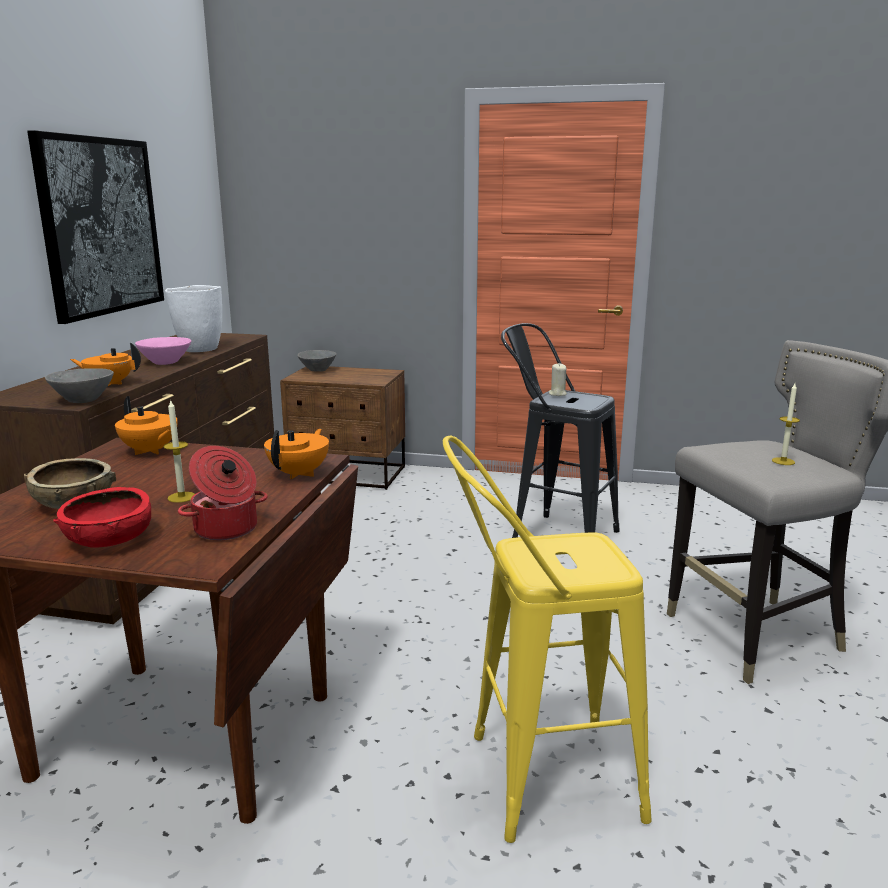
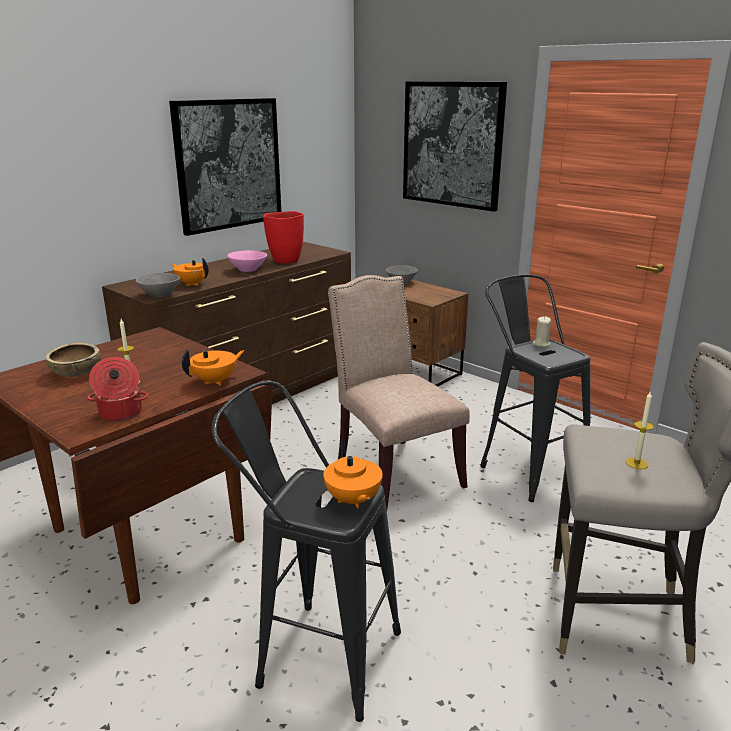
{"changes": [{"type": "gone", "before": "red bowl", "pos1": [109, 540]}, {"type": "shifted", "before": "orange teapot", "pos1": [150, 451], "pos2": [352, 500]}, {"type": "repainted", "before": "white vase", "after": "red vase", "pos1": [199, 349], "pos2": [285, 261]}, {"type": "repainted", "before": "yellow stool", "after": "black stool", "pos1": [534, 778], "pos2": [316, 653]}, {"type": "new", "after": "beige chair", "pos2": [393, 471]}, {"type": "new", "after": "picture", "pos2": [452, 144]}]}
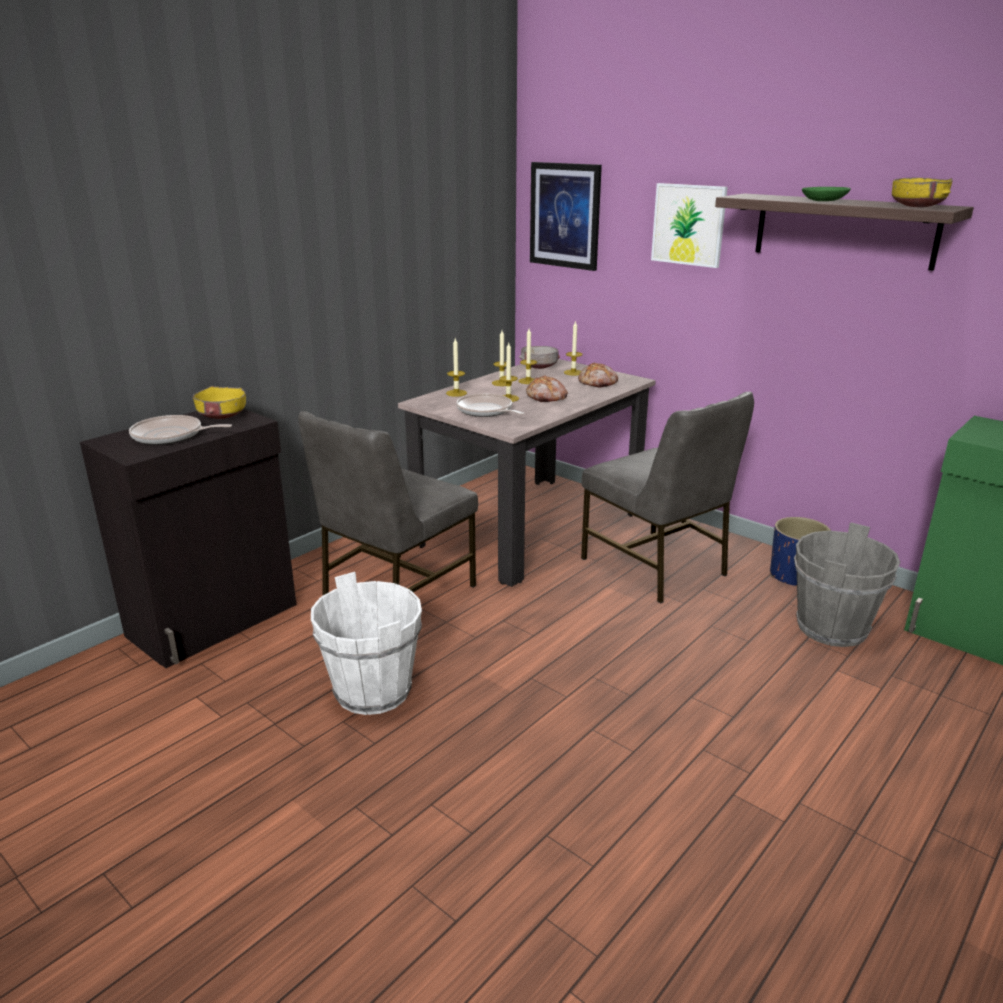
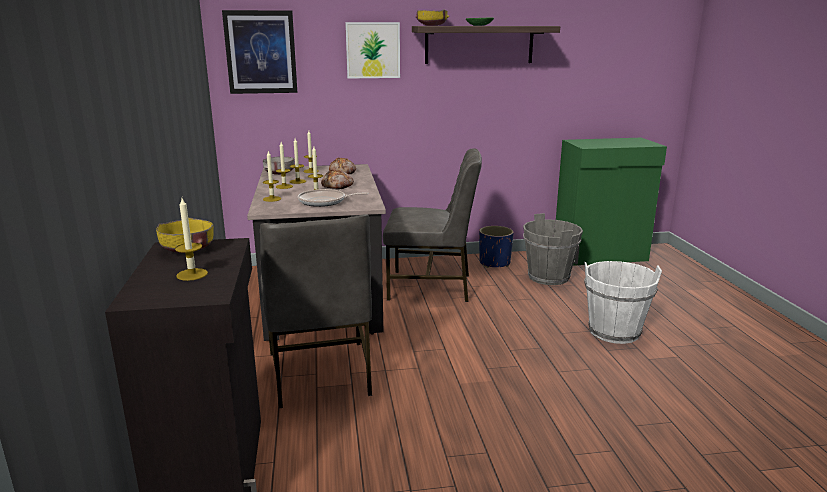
{"changes": [{"type": "swapped", "before": "frying pan", "after": "candle", "pos1": [171, 436], "pos2": [192, 274]}, {"type": "shifted", "before": "white bucket", "pos1": [372, 691], "pos2": [614, 332]}, {"type": "shifted", "before": "yellow bowl", "pos1": [917, 206], "pos2": [431, 25]}]}
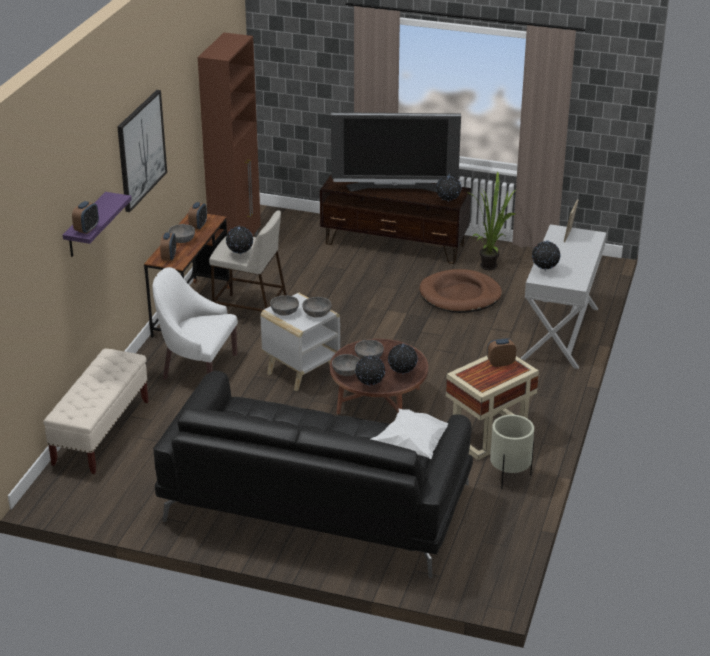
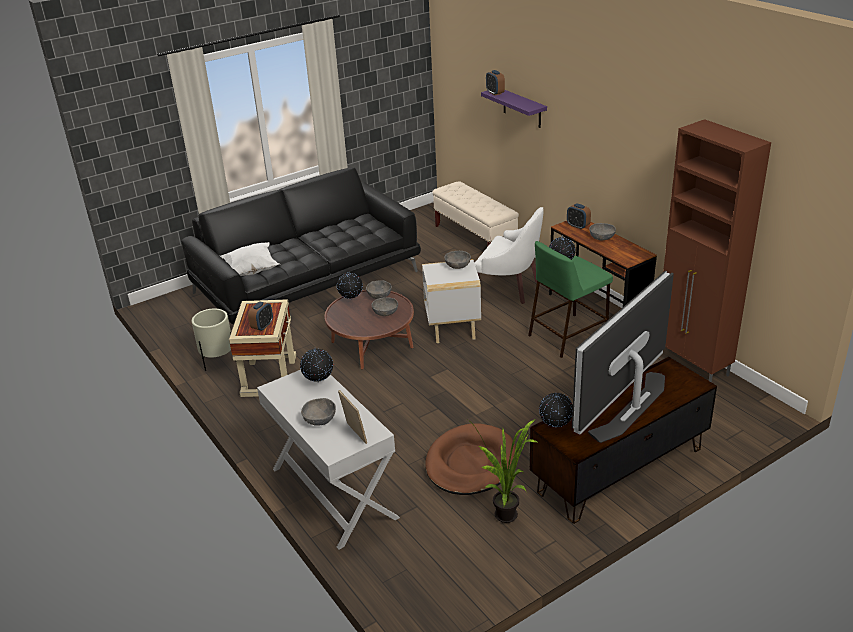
{"changes": [{"type": "gone", "before": "picture", "pos1": [141, 150]}, {"type": "rotated", "before": "white armchair", "pos1": [197, 368], "pos2": [509, 288], "turn": 60}, {"type": "gone", "before": "alarm clock", "pos1": [198, 226]}, {"type": "repainted", "before": "beige stool", "after": "green stool", "pos1": [249, 312], "pos2": [568, 335]}, {"type": "shifted", "before": "grey bowl", "pos1": [316, 314], "pos2": [320, 419]}, {"type": "gone", "before": "globe", "pos1": [402, 374]}]}
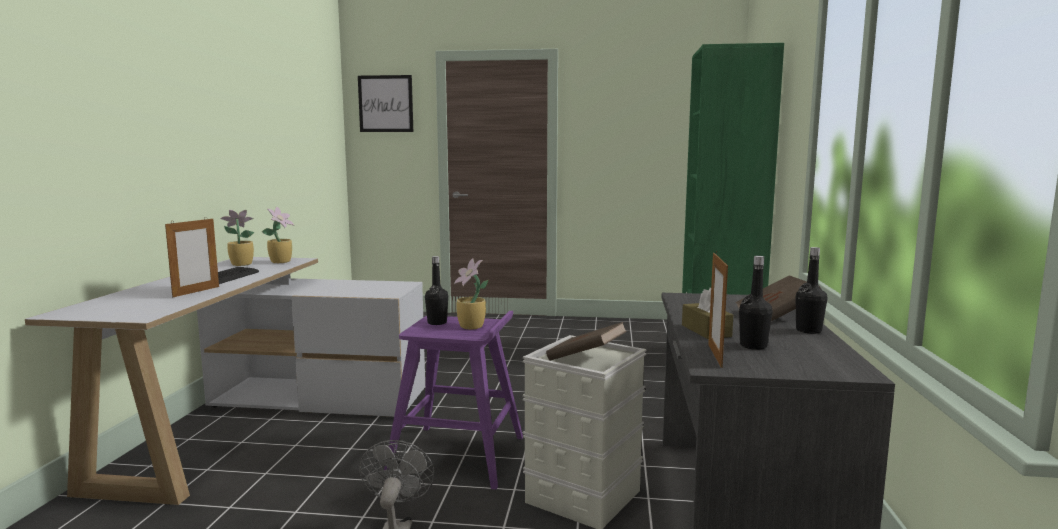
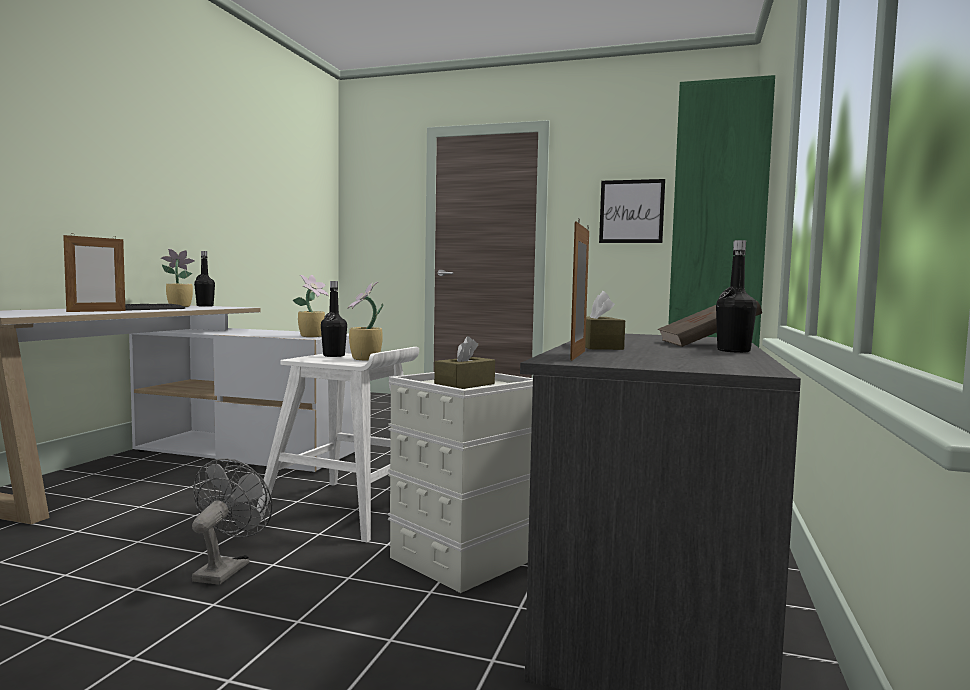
{"changes": [{"type": "shifted", "before": "potted plant", "pos1": [281, 261], "pos2": [312, 336]}, {"type": "shifted", "before": "picture", "pos1": [385, 103], "pos2": [631, 211]}, {"type": "repainted", "before": "purple stool", "after": "white stool", "pos1": [459, 456], "pos2": [349, 509]}, {"type": "swapped", "before": "brown book", "after": "brown tissue box", "pos1": [586, 359], "pos2": [465, 385]}, {"type": "shifted", "before": "black bottle", "pos1": [753, 346], "pos2": [205, 306]}]}
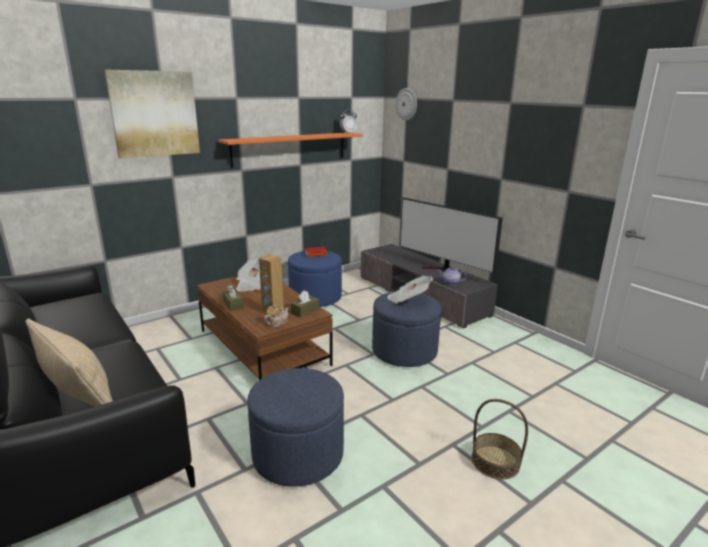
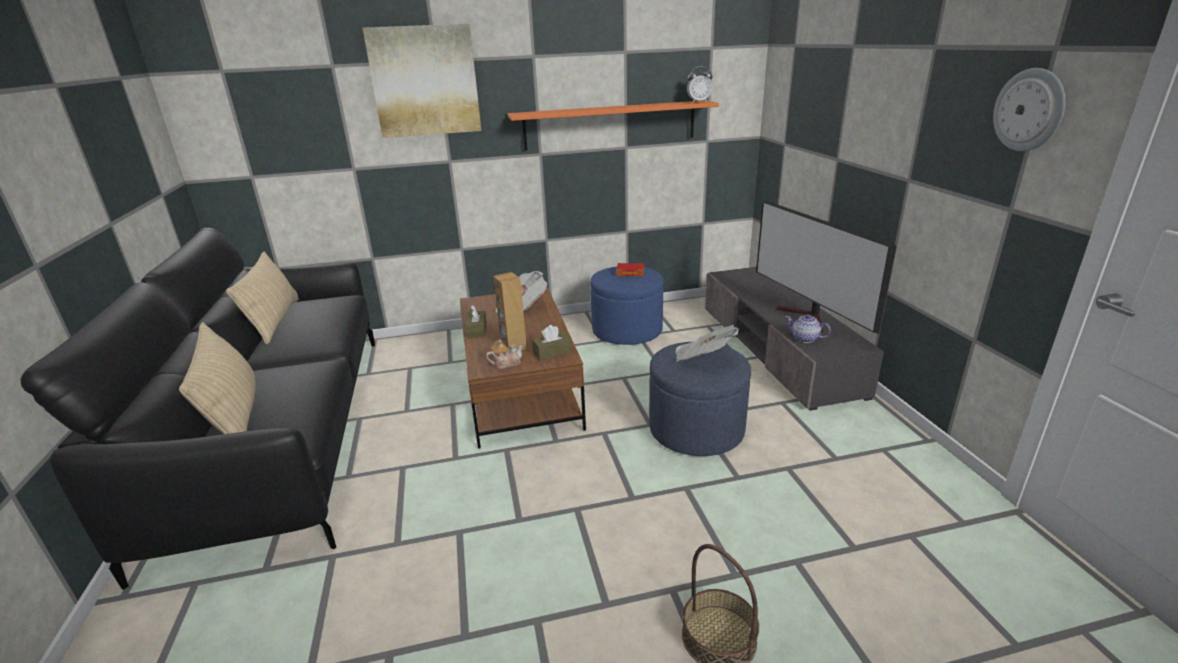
{"changes": [{"type": "gone", "before": "blue ottoman", "pos1": [298, 454]}, {"type": "shifted", "before": "wall clock", "pos1": [406, 104], "pos2": [1029, 110]}, {"type": "new", "after": "beige pillow", "pos2": [275, 321]}]}
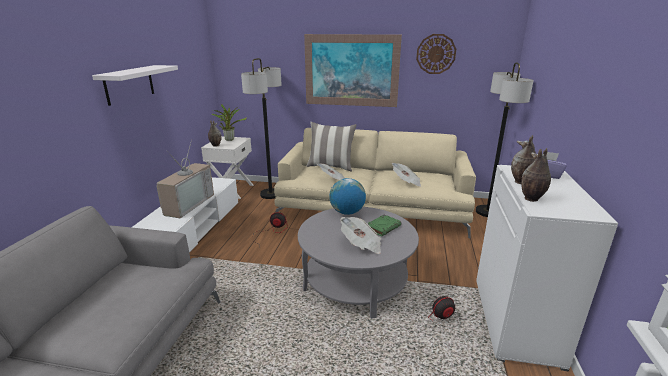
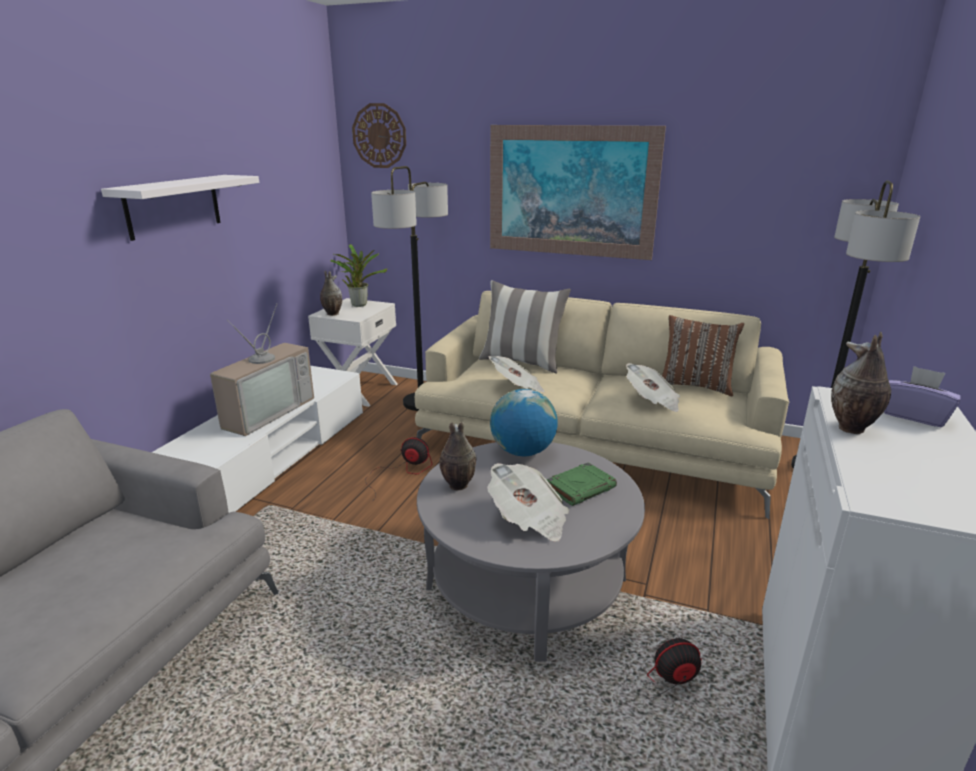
{"changes": [{"type": "shifted", "before": "wall clock", "pos1": [436, 54], "pos2": [379, 136]}, {"type": "shifted", "before": "vase", "pos1": [531, 199], "pos2": [457, 486]}, {"type": "new", "after": "brown pillow", "pos2": [695, 386]}]}
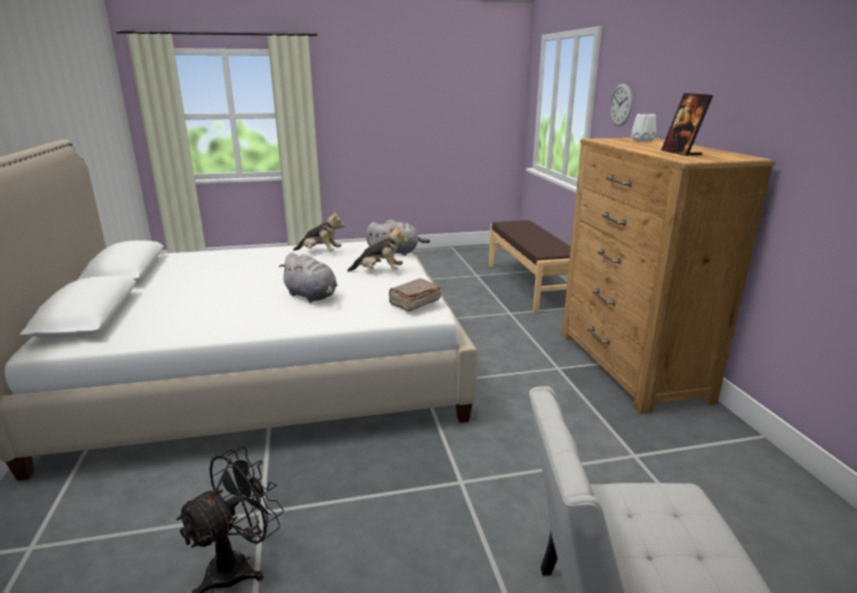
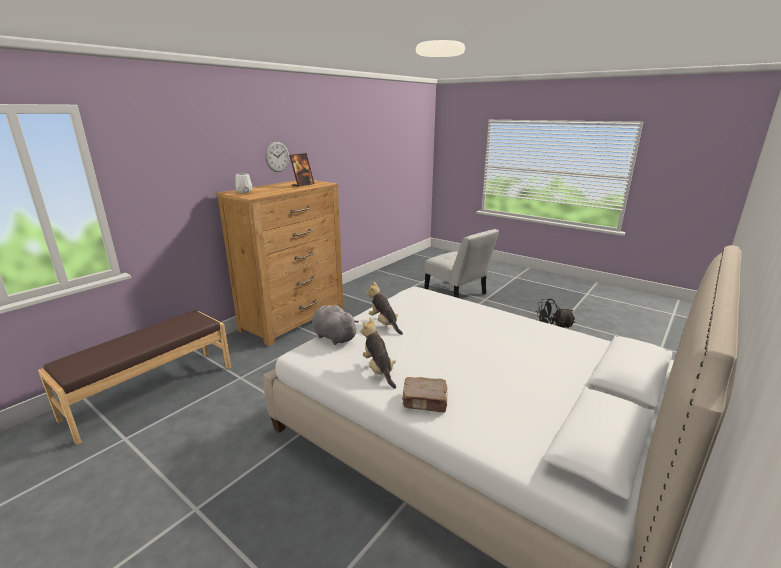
{"changes": [{"type": "gone", "before": "grey plush toy", "pos1": [312, 296]}, {"type": "shifted", "before": "brown book", "pos1": [414, 303], "pos2": [425, 402]}, {"type": "shifted", "before": "wall clock", "pos1": [621, 105], "pos2": [277, 157]}]}
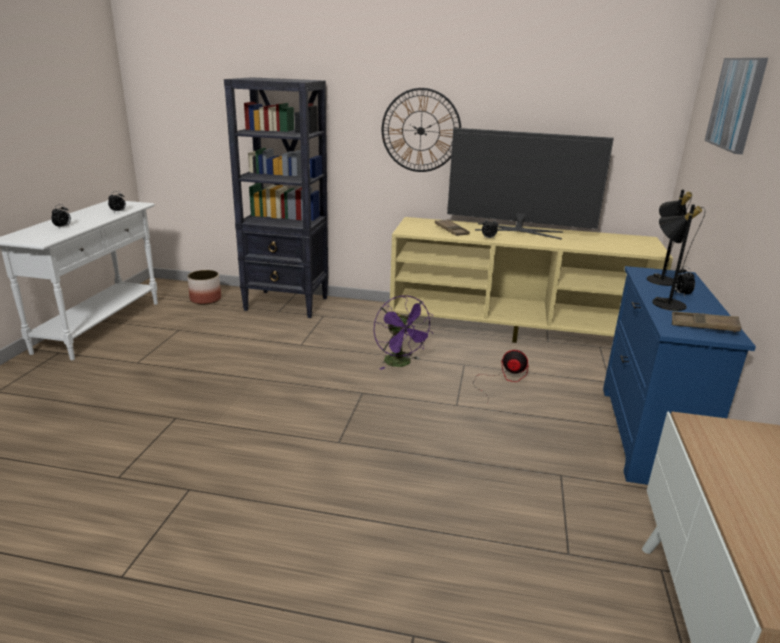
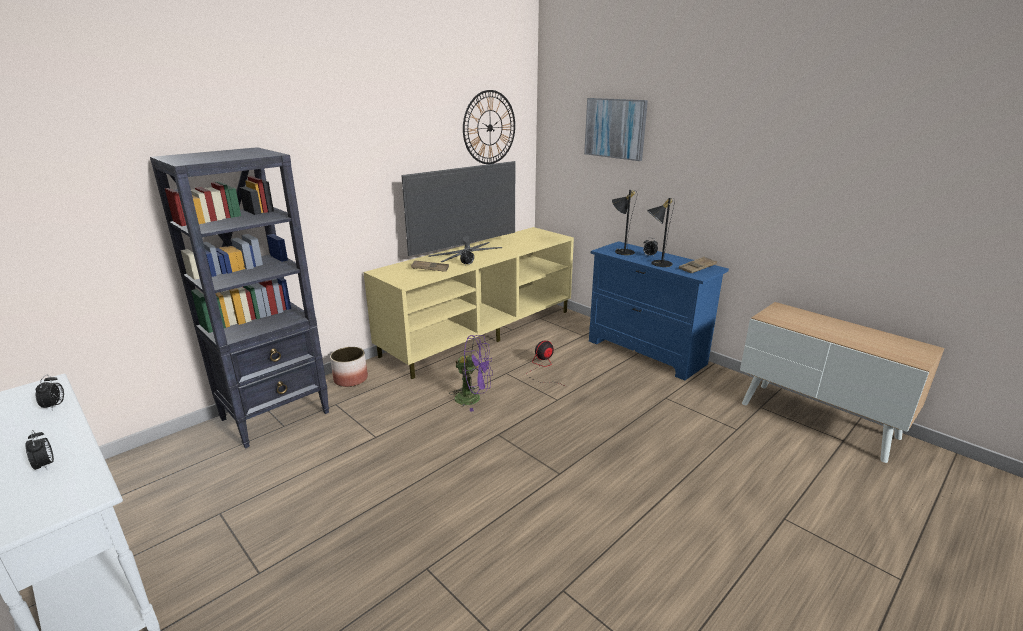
{"changes": [{"type": "shifted", "before": "planter", "pos1": [205, 299], "pos2": [350, 379]}, {"type": "shifted", "before": "wall clock", "pos1": [421, 130], "pos2": [489, 127]}]}
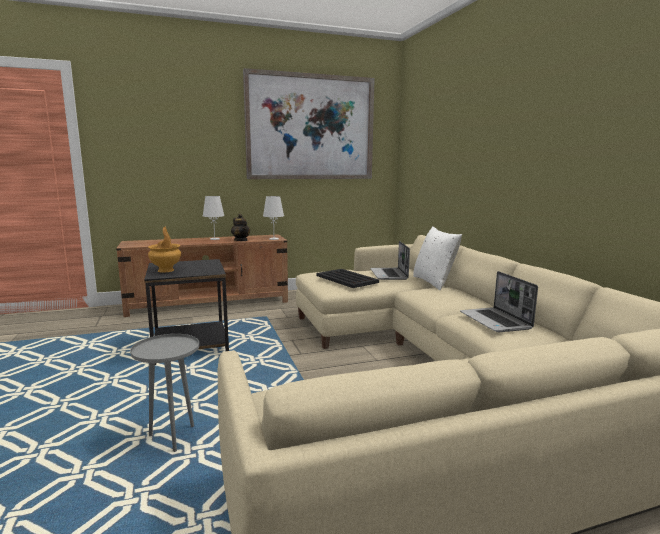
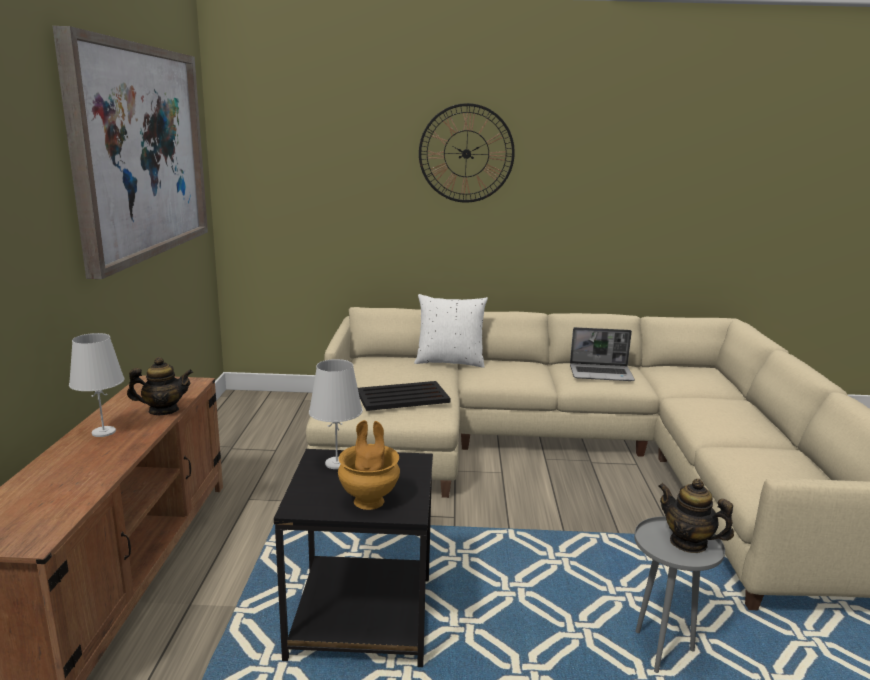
{"changes": [{"type": "shifted", "before": "white table lamp", "pos1": [274, 239], "pos2": [337, 463]}, {"type": "gone", "before": "laptop", "pos1": [389, 275]}, {"type": "new", "after": "wall clock", "pos2": [466, 153]}, {"type": "new", "after": "teapot", "pos2": [688, 543]}]}
